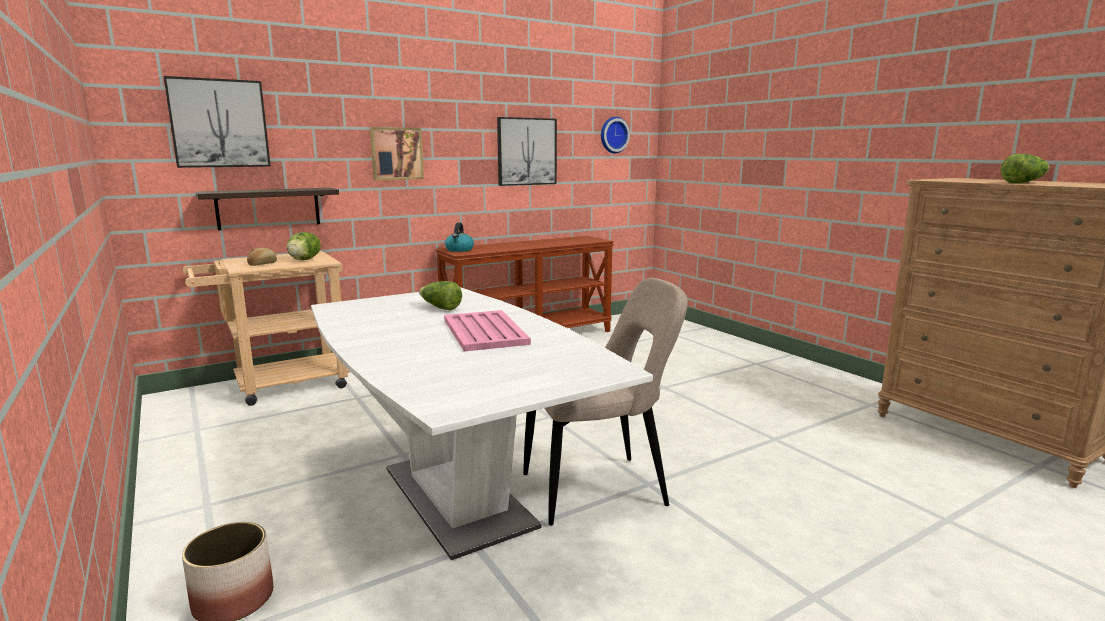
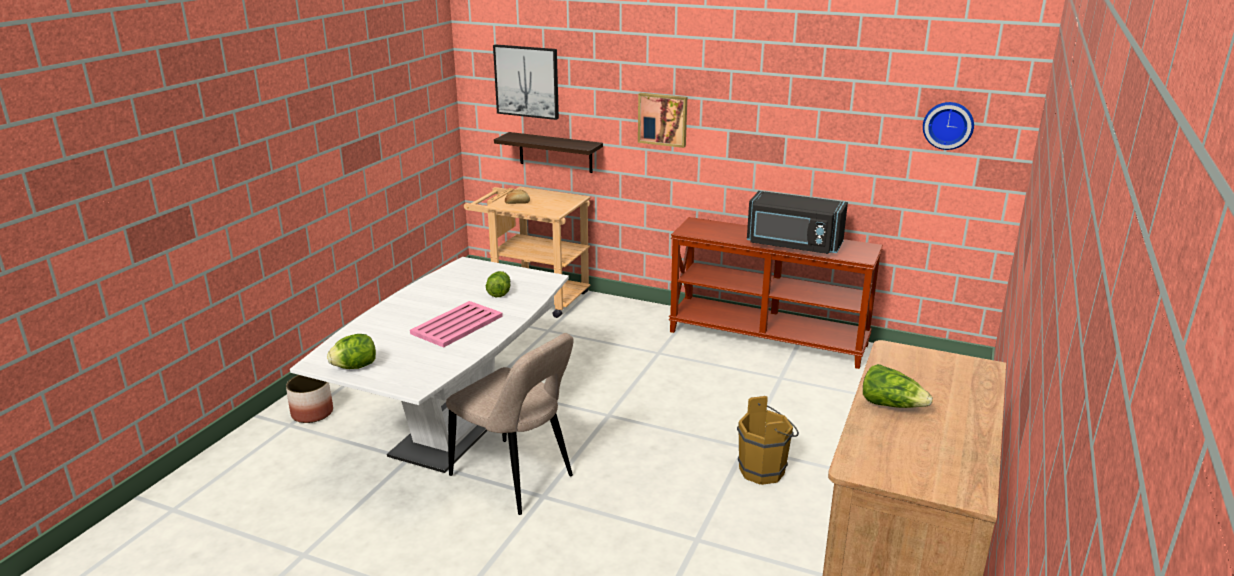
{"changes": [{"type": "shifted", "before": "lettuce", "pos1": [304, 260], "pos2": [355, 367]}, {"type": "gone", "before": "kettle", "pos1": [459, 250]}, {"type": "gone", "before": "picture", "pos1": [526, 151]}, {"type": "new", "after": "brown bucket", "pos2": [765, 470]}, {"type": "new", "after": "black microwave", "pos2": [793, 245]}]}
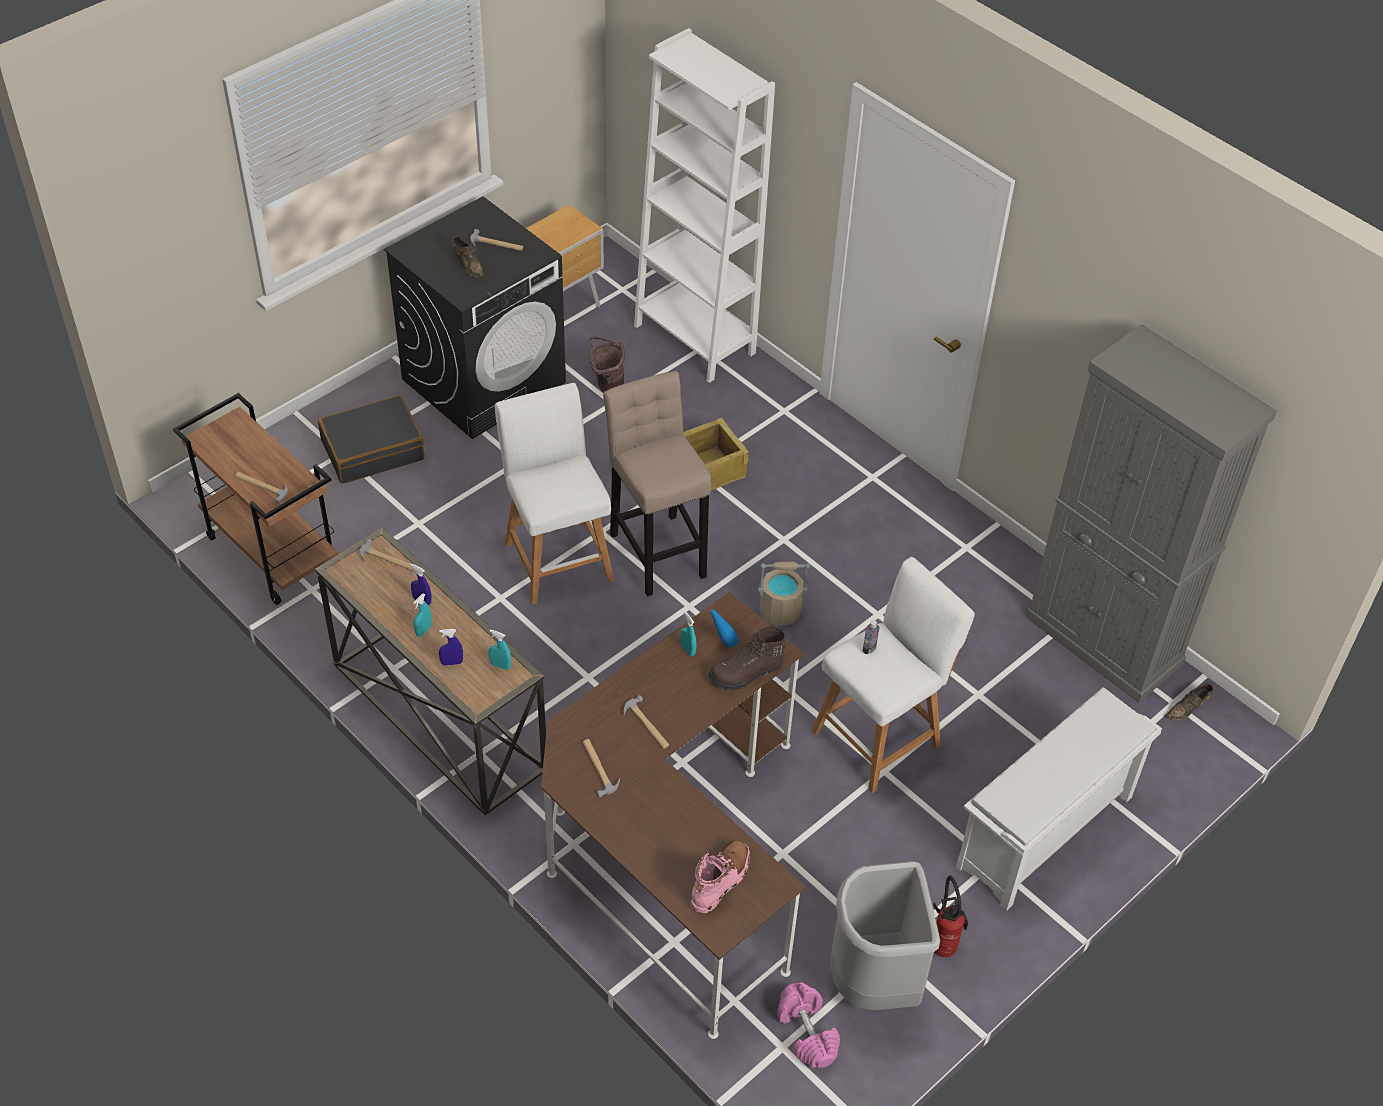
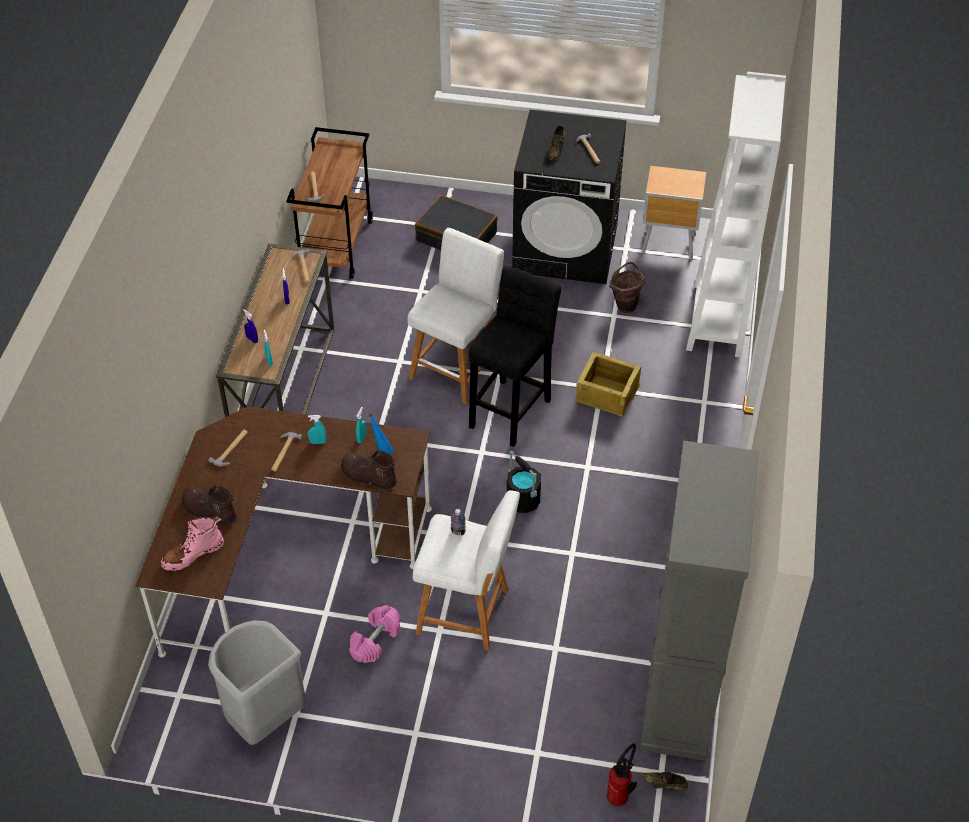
{"changes": [{"type": "shifted", "before": "turquoise spray bottle", "pos1": [423, 630], "pos2": [318, 442]}, {"type": "repainted", "before": "beige stool", "after": "black stool", "pos1": [657, 550], "pos2": [512, 409]}, {"type": "rotated", "before": "pink boot", "pos1": [720, 881], "pos2": [193, 554], "turn": 150}, {"type": "repainted", "before": "beige bucket", "after": "black bucket", "pos1": [780, 611], "pos2": [523, 500]}, {"type": "shifted", "before": "pink dumbbell", "pos1": [806, 1032], "pos2": [375, 640]}, {"type": "shifted", "before": "fire extinguisher", "pos1": [943, 944], "pos2": [620, 796]}, {"type": "gone", "before": "white shoe rack", "pos1": [1044, 834]}, {"type": "new", "after": "brown boot", "pos2": [209, 511]}]}
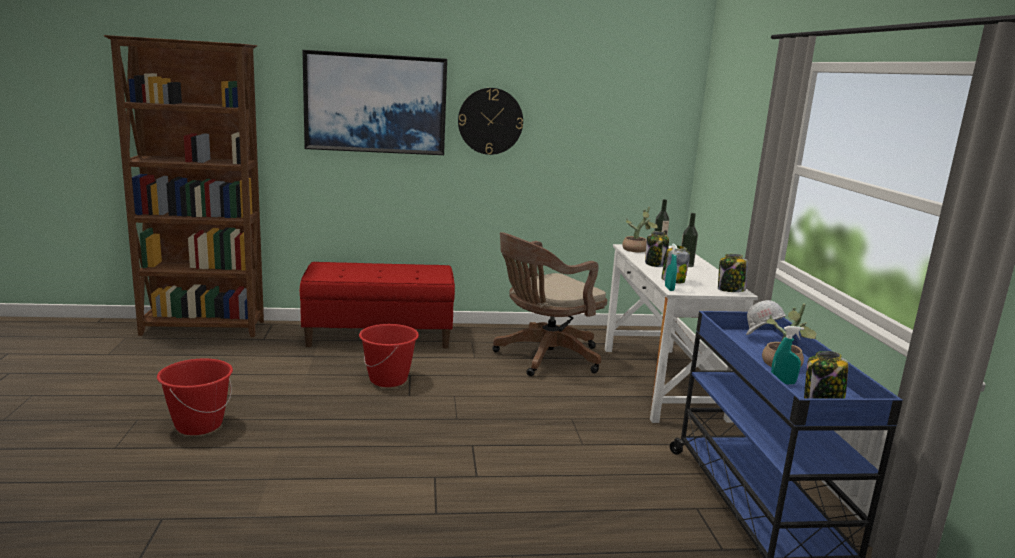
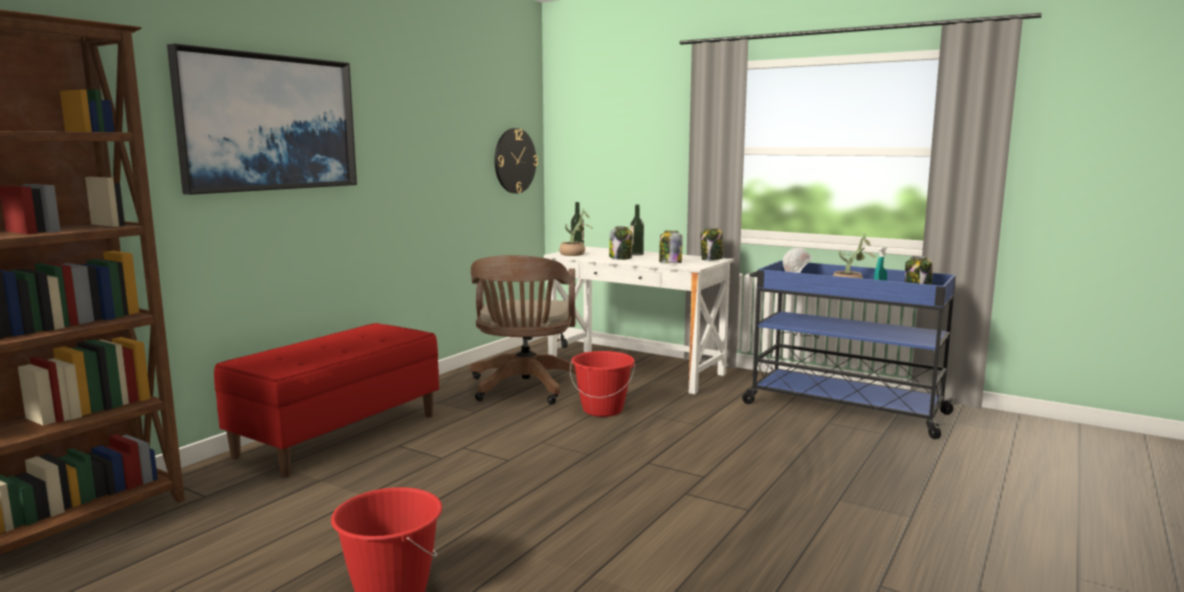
{"changes": [{"type": "shifted", "before": "red bucket", "pos1": [388, 379], "pos2": [603, 410]}, {"type": "shifted", "before": "wall clock", "pos1": [490, 121], "pos2": [514, 161]}, {"type": "gone", "before": "turquoise spray bottle", "pos1": [669, 288]}]}
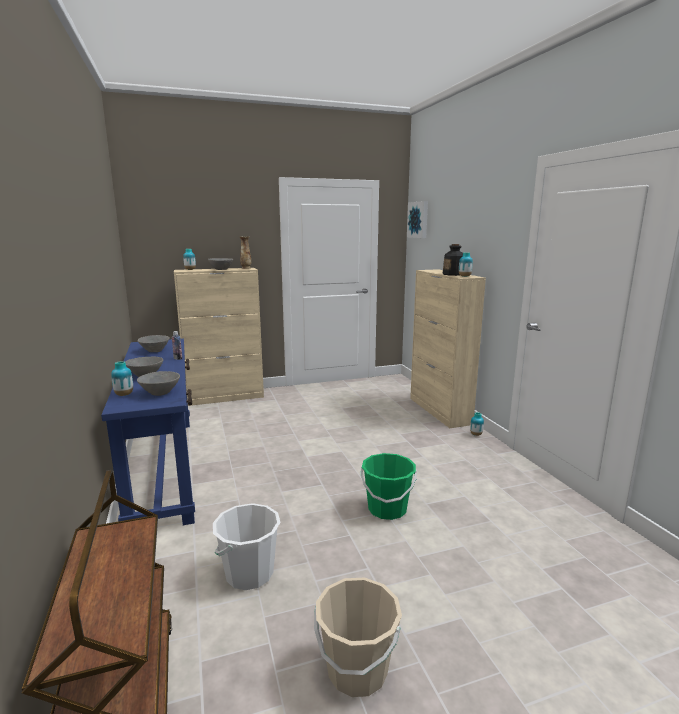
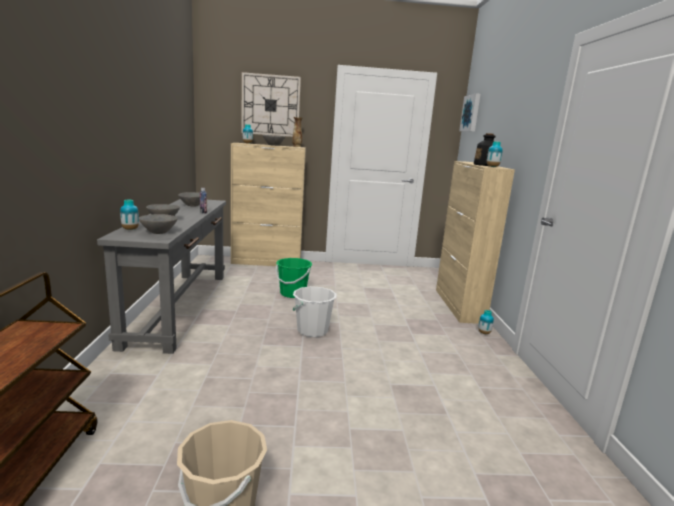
{"changes": [{"type": "repainted", "before": "blue console table", "after": "grey console table", "pos1": [164, 467], "pos2": [179, 306]}, {"type": "shifted", "before": "white bucket", "pos1": [249, 574], "pos2": [312, 330]}, {"type": "shifted", "before": "green bucket", "pos1": [387, 509], "pos2": [292, 293]}, {"type": "new", "after": "wall clock", "pos2": [270, 105]}]}
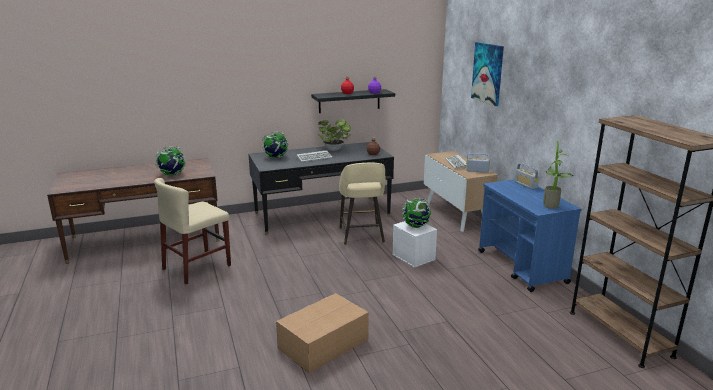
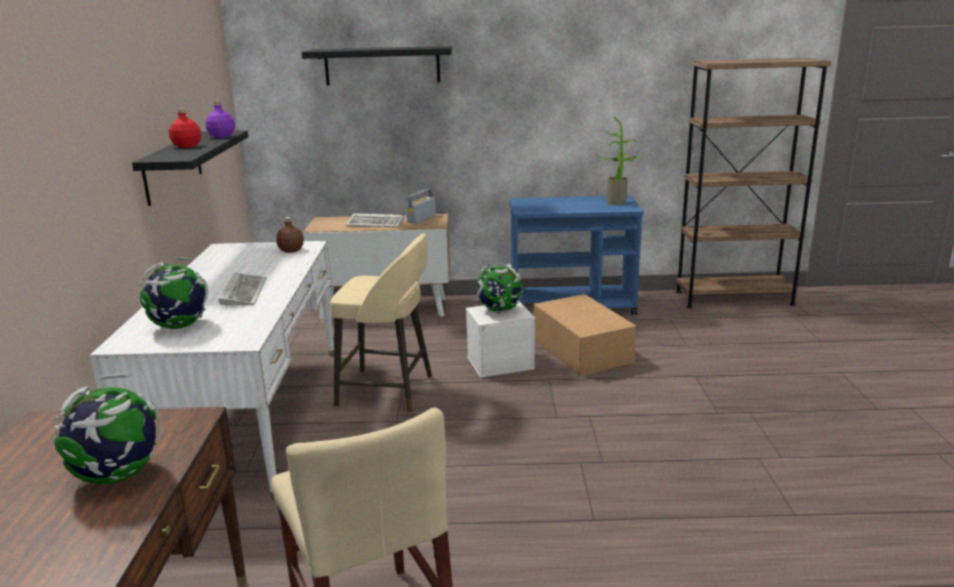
{"changes": [{"type": "repainted", "before": "black desk", "after": "white desk", "pos1": [322, 214], "pos2": [250, 415]}, {"type": "shifted", "before": "cardboard box", "pos1": [325, 343], "pos2": [581, 350]}, {"type": "gone", "before": "potted plant", "pos1": [335, 150]}, {"type": "swapped", "before": "picture", "after": "black shelf", "pos1": [488, 73], "pos2": [382, 66]}, {"type": "gone", "before": "radio", "pos1": [525, 185]}]}
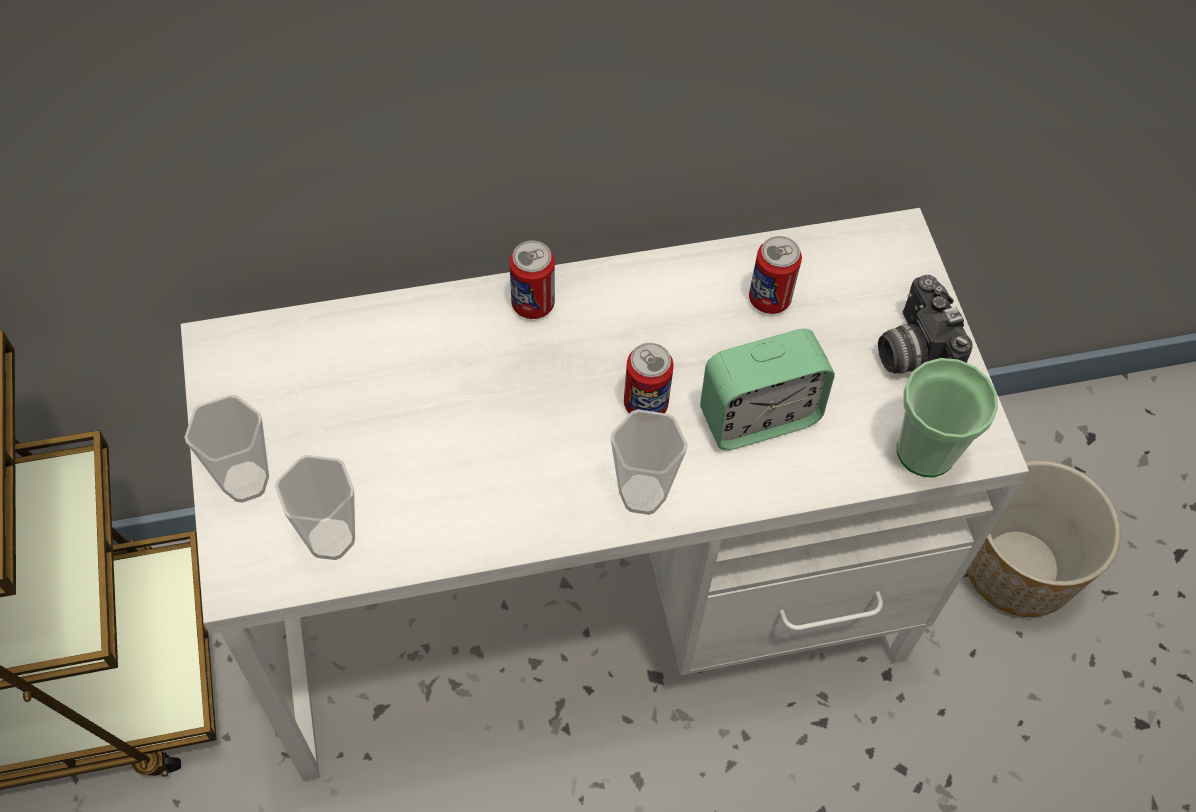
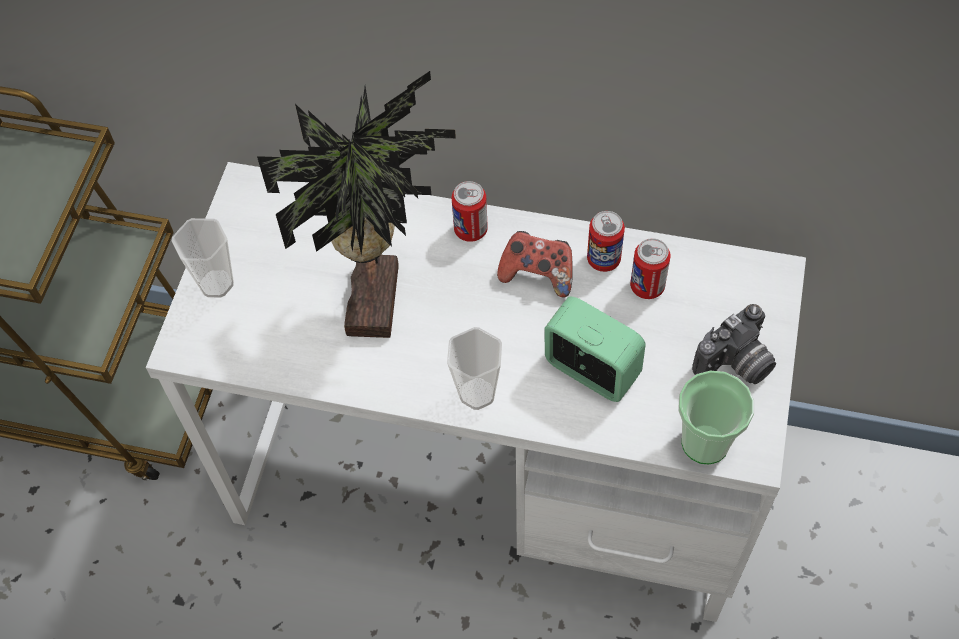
{"changes": [{"type": "gone", "before": "cup", "pos1": [331, 538]}, {"type": "shifted", "before": "can", "pos1": [645, 404], "pos2": [603, 259]}, {"type": "rotated", "before": "alarm clock", "pos1": [758, 417], "pos2": [591, 370], "turn": -150}, {"type": "rotated", "before": "photo camera", "pos1": [911, 352], "pos2": [736, 365], "turn": -135}, {"type": "gone", "before": "planter", "pos1": [1016, 566]}, {"type": "new", "after": "potted plant", "pos2": [379, 299]}, {"type": "new", "after": "game controller", "pos2": [537, 274]}]}
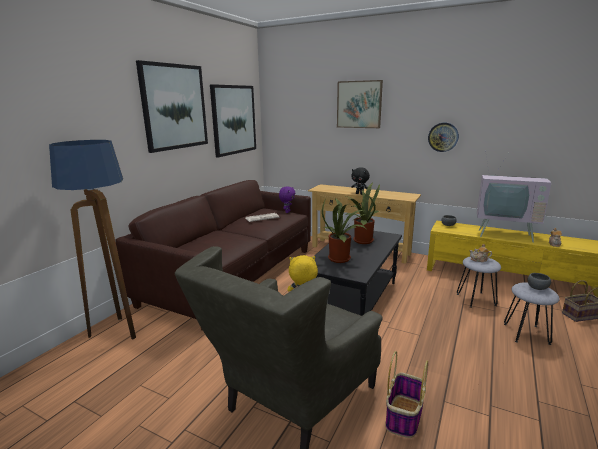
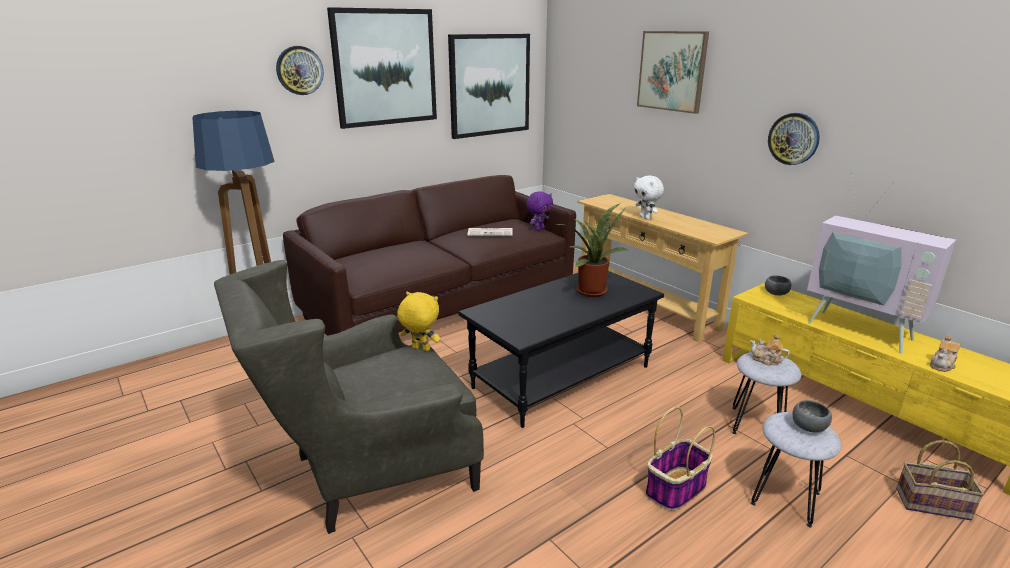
{"changes": [{"type": "gone", "before": "potted plant", "pos1": [342, 259]}, {"type": "repainted", "before": "black plush toy", "after": "white plush toy", "pos1": [359, 194], "pos2": [646, 218]}, {"type": "shifted", "before": "basket", "pos1": [404, 417], "pos2": [675, 490]}, {"type": "new", "after": "wall clock", "pos2": [299, 70]}]}
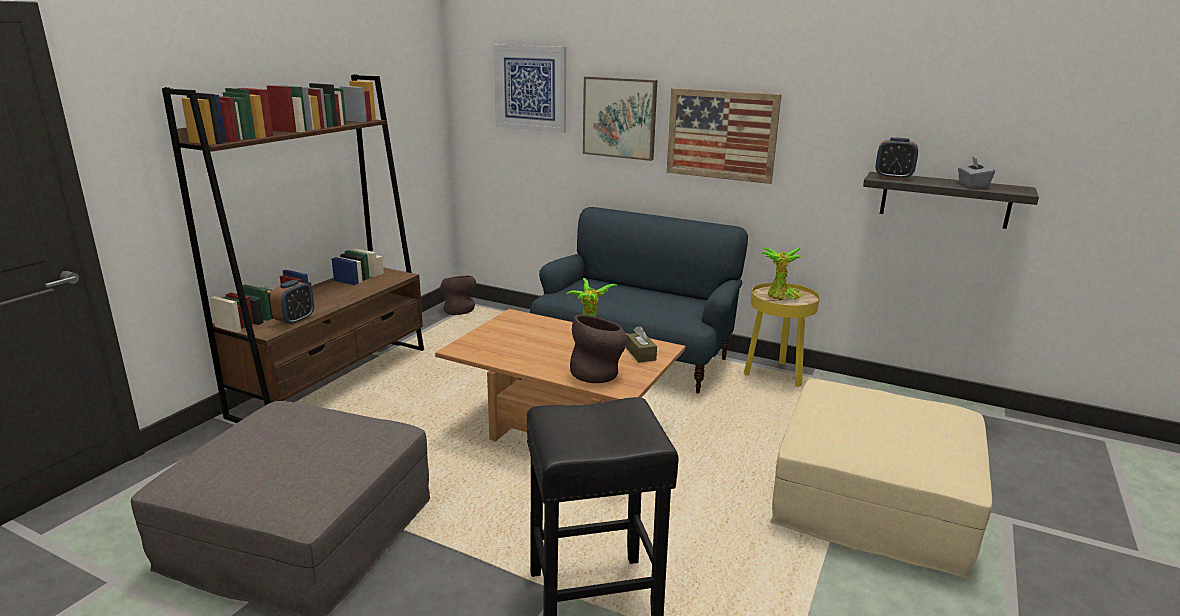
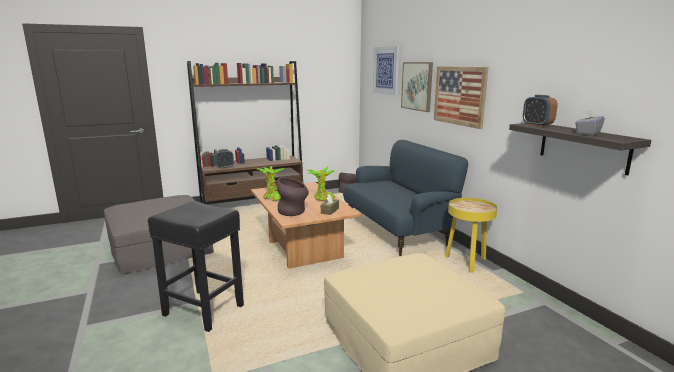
{"changes": [{"type": "shifted", "before": "potted plant", "pos1": [781, 296], "pos2": [272, 198]}]}
